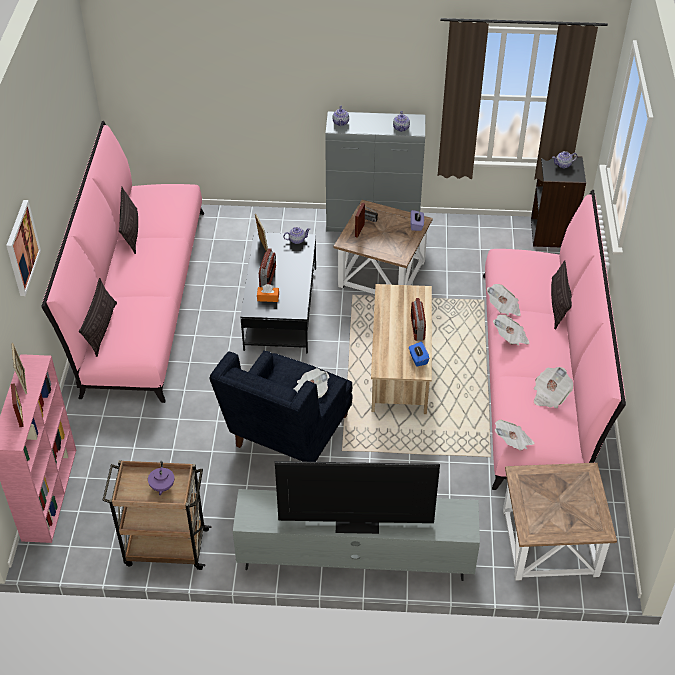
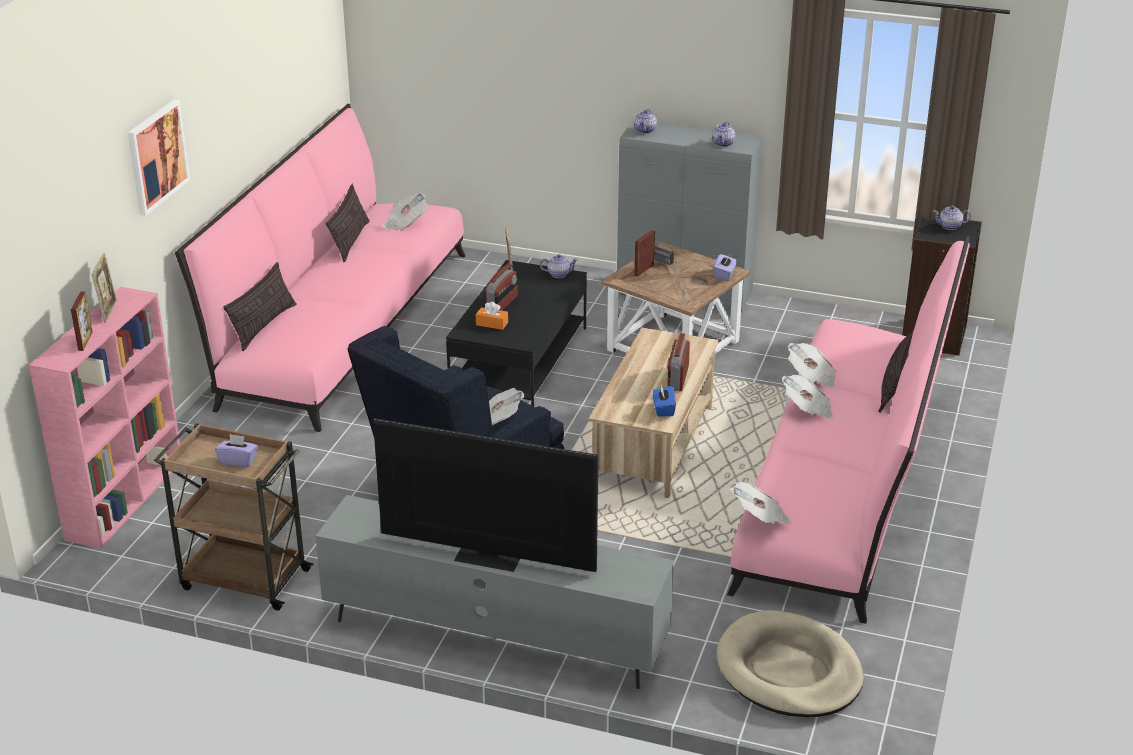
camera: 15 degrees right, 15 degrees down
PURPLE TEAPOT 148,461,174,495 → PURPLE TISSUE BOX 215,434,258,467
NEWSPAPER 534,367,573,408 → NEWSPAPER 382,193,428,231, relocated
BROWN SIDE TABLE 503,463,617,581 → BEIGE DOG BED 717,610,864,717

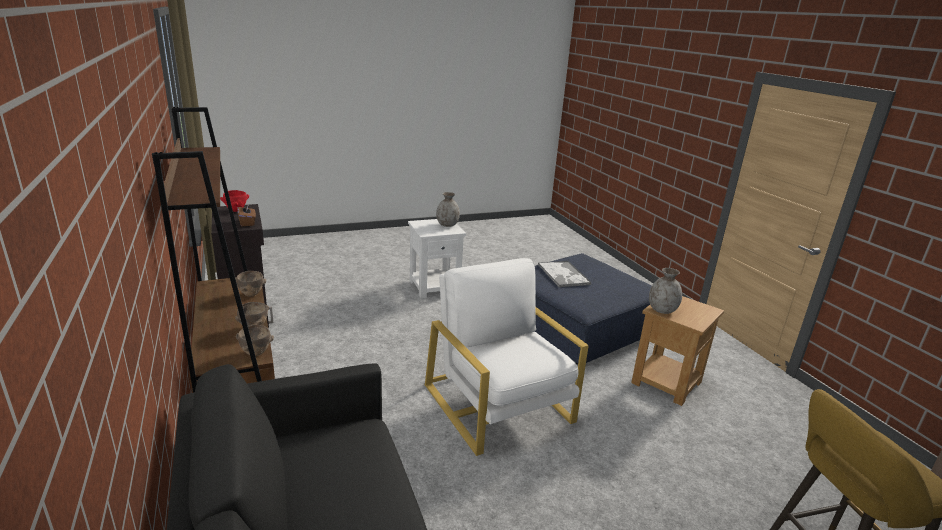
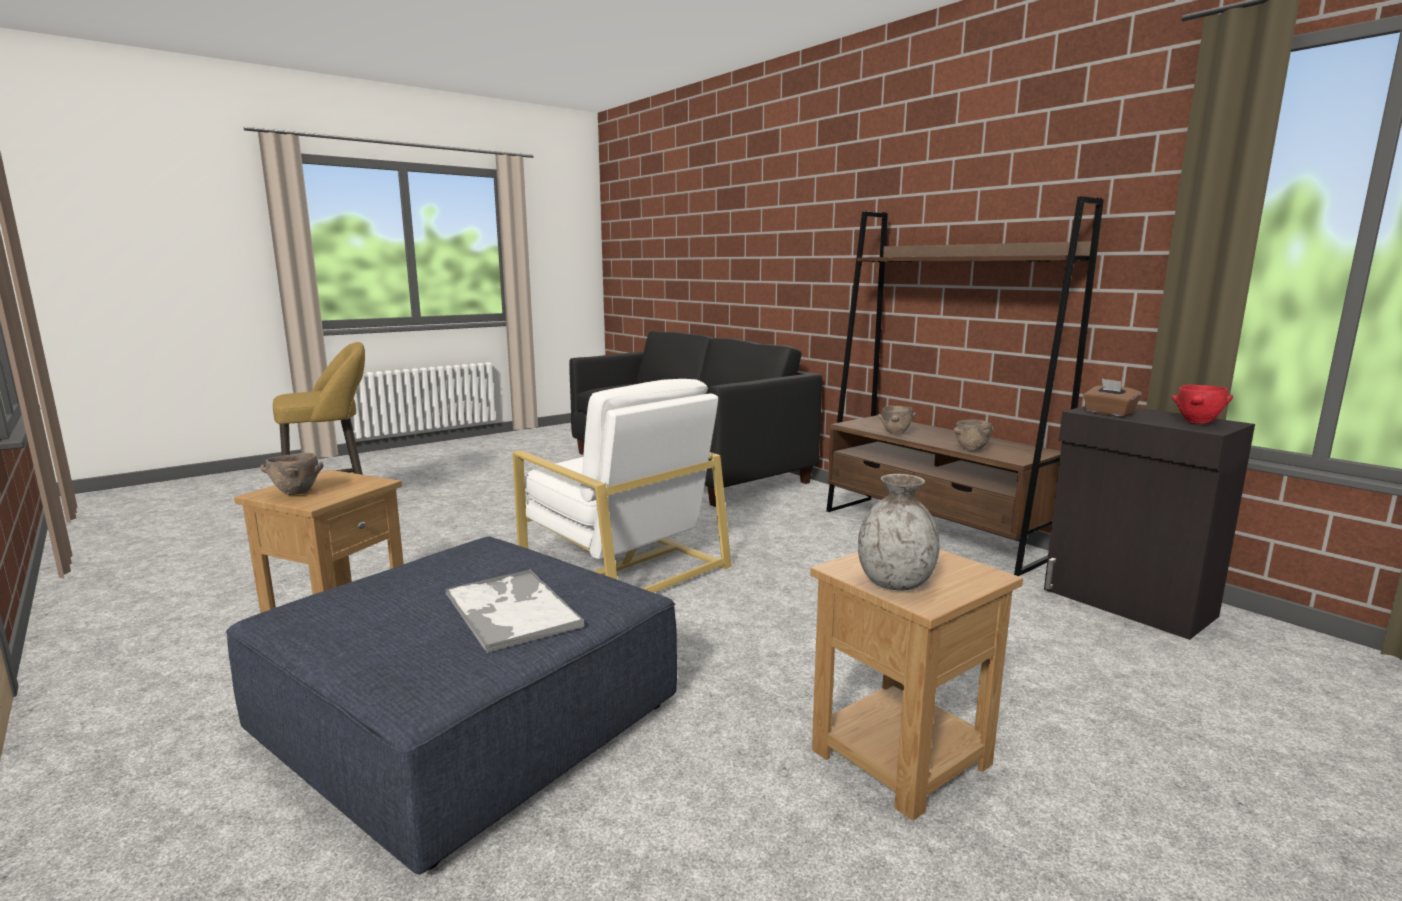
camera: 165 degrees right, 10 degrees down
BROWN BOWL 236,325,274,356 → BROWN BOWL 260,453,323,495, relocated
WHITE SIDE TABLE 408,219,466,298 → BROWN SIDE TABLE 810,549,1023,821
GREY VASE 649,268,682,314 → -

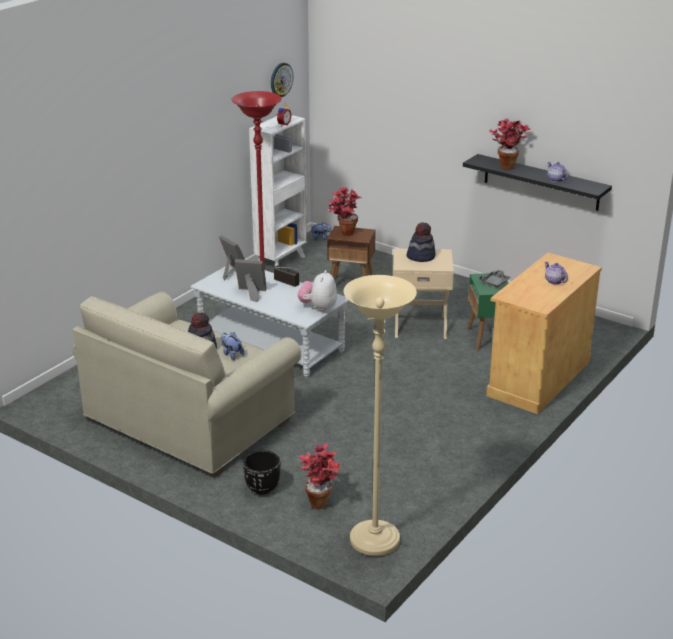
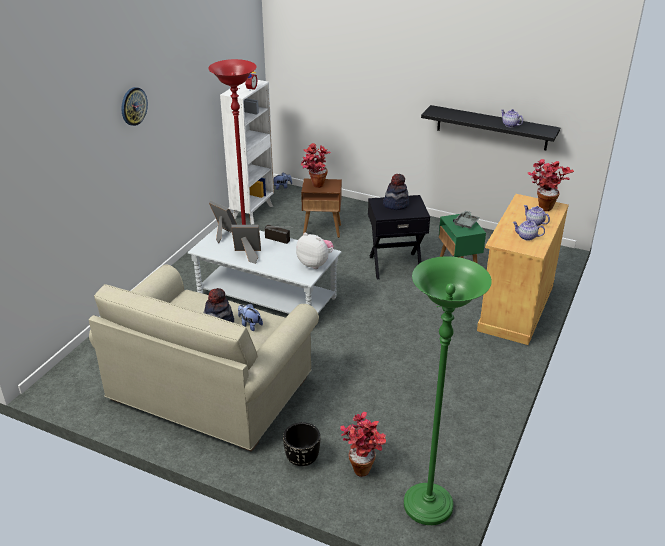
camera: 10 degrees left, 5 degrees up
WALL CLOCK 271,63,293,97 → WALL CLOCK 121,87,148,126, relocated
PLUSH TOY 298,270,337,312 → PLUSH TOY 296,233,334,269, 120 degrees clockwise
BEIGE SIDE TABLE 393,248,454,339 → BLACK SIDE TABLE 368,195,430,279
BEIGE FLOOR LAMP 344,275,417,556 → GREEN FLOOR LAMP 404,256,492,525
- → TEAPOT 513,220,545,241
POTTED PLANT 489,119,531,170 → POTTED PLANT 528,159,574,211, relocated

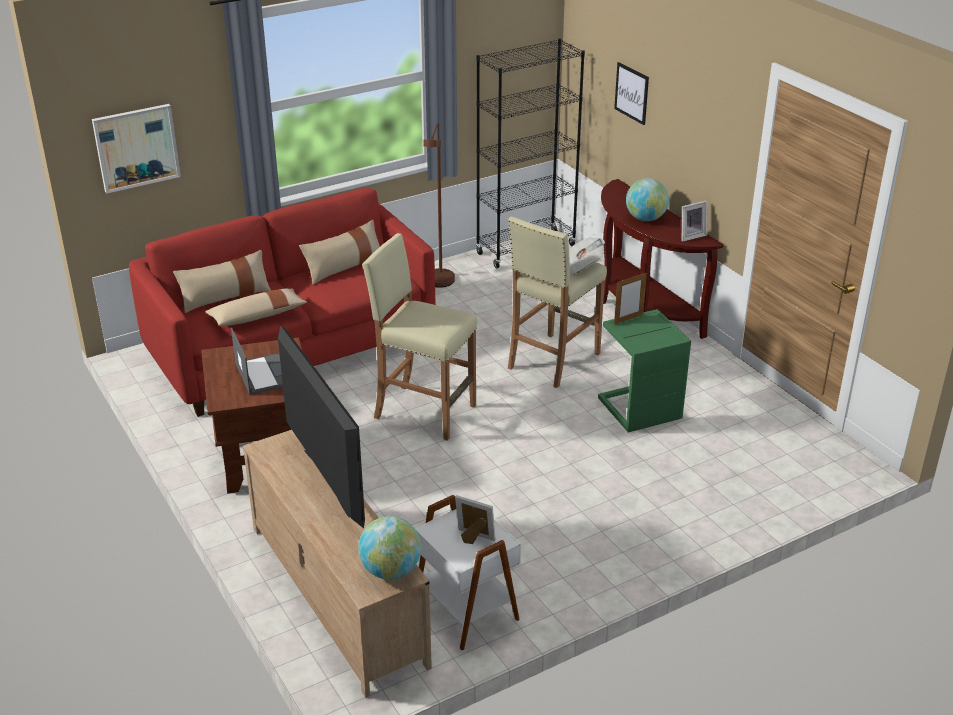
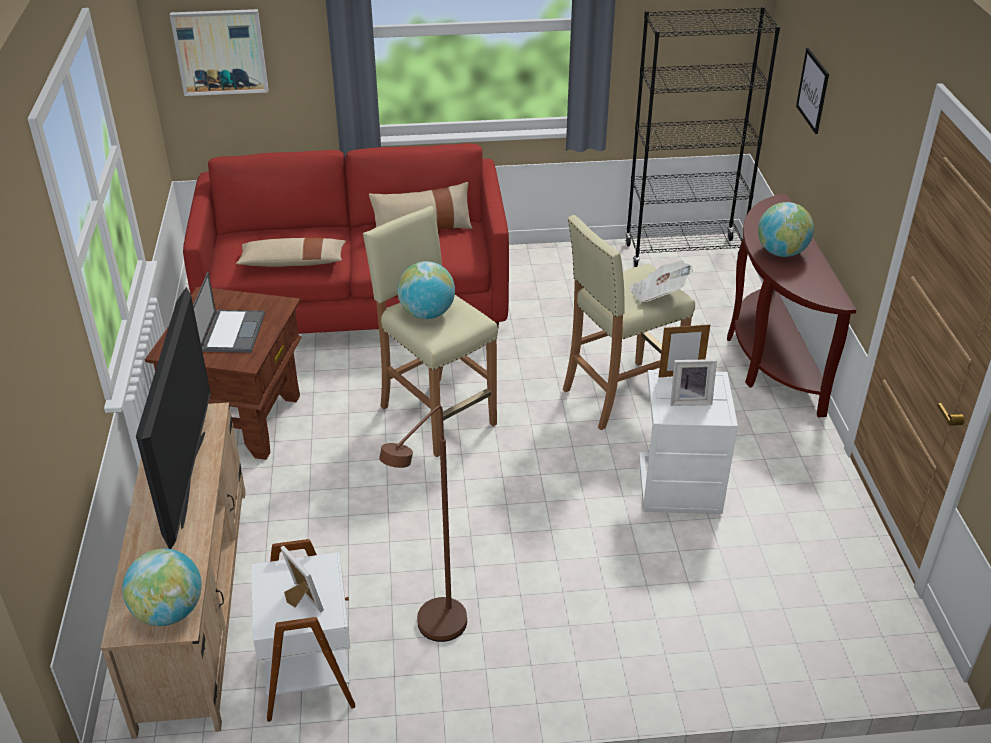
camera: 25 degrees right, 5 degrees up
BROWN FLOOR LAMP 423,123,455,288 → BROWN FLOOR LAMP 379,405,467,642, relocated
- → GLOBE 397,261,455,319
GREEN SIDE TABLE 598,309,691,432 → WHITE SIDE TABLE 639,370,738,514
PICTURE FRAME 682,200,708,242 → PICTURE FRAME 671,359,717,406, relocated
BEIGE PILLOW 173,250,271,313 → -

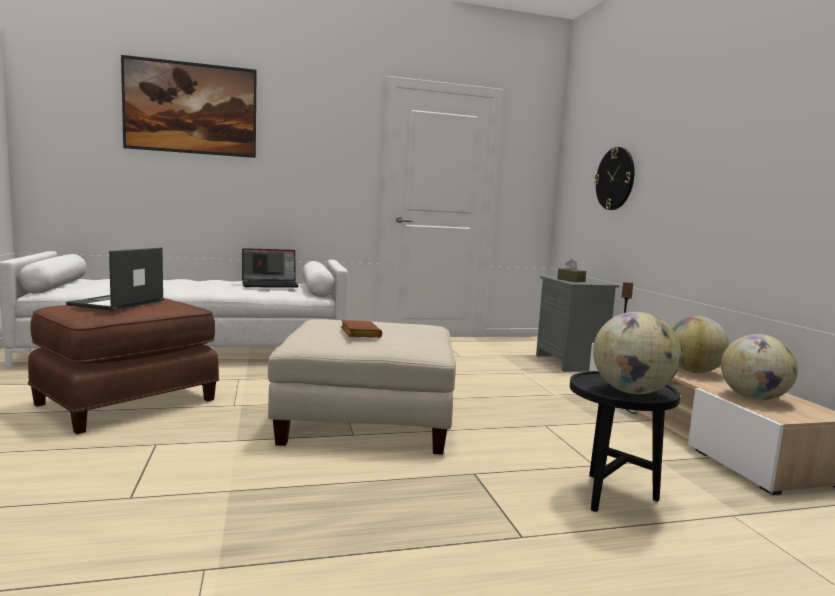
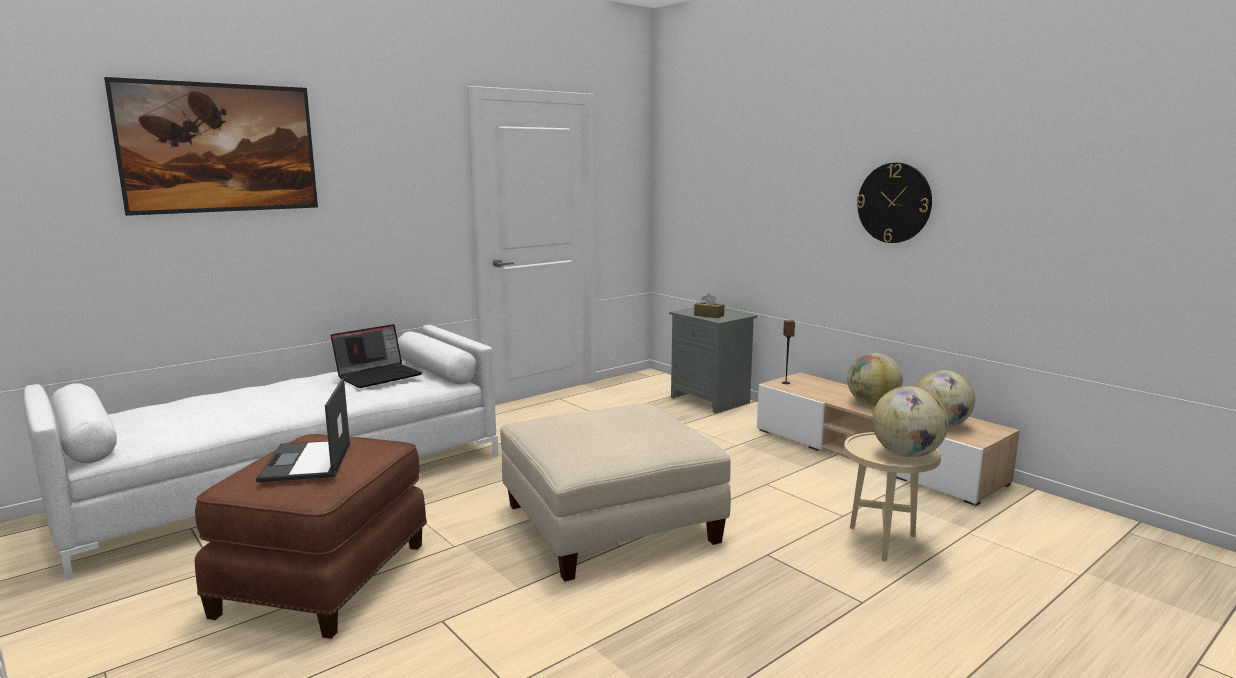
camera: 25 degrees left, 5 degrees up
BLACK SIDE TABLE 570,371,680,512 → BEIGE SIDE TABLE 844,432,941,562
WALL CLOCK 594,147,635,210 → WALL CLOCK 857,163,932,243, relocated
BROWN BOOK 341,320,382,338 → -

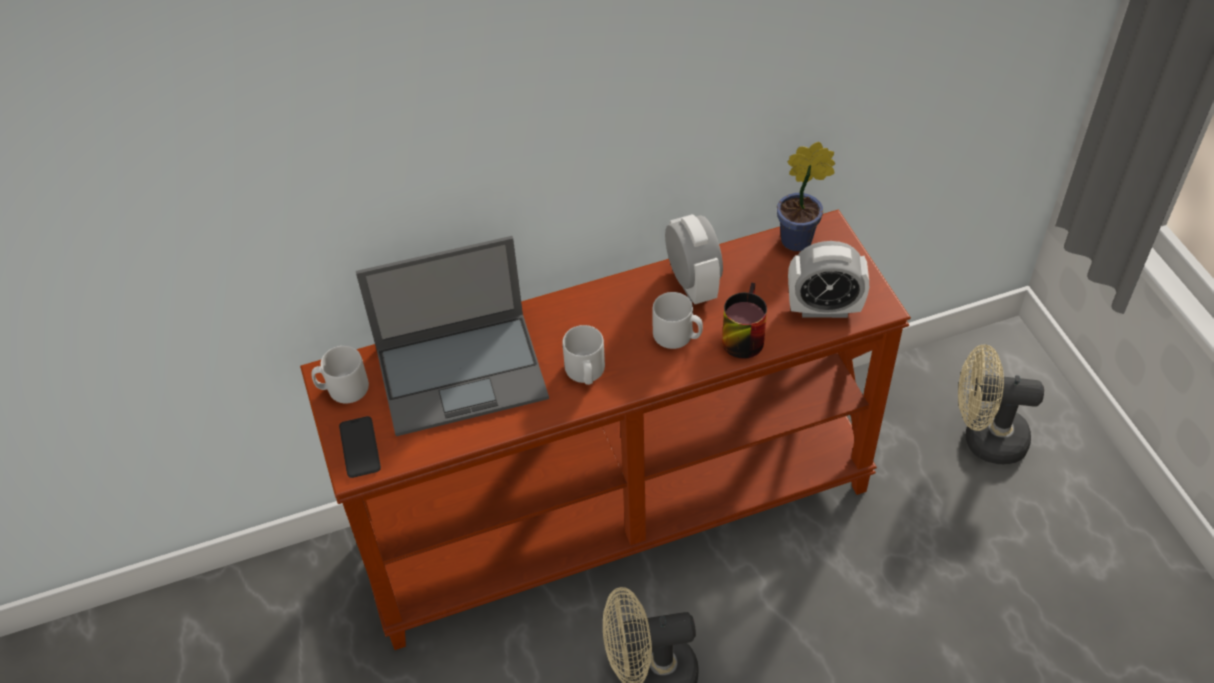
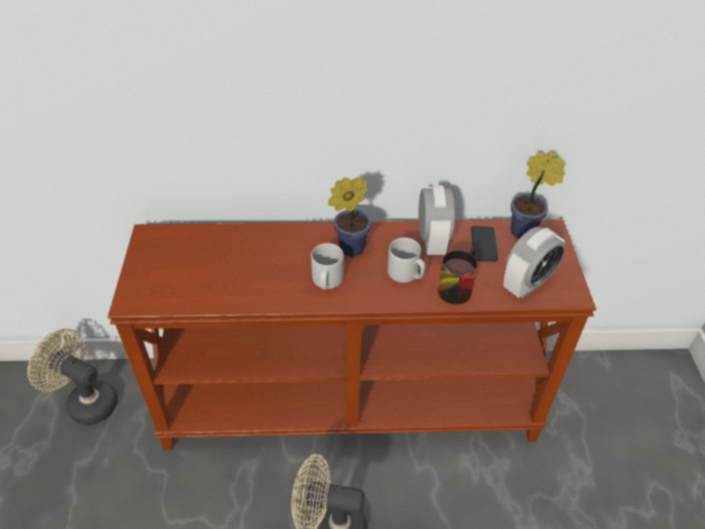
camera: 15 degrees right, 5 degrees down
BEIGE FAN 958,345,1044,464 → BEIGE FAN 27,329,118,425, relocated
- → POTTED PLANT 328,177,371,256
PHONE 339,416,381,478 → PHONE 471,226,498,262, relocated
ALARM CLOCK 788,241,869,318 → ALARM CLOCK 503,227,566,298, 60 degrees counterclockwise
GREY MUG 311,346,369,404 → -
LAPTOP 356,236,549,436 → -

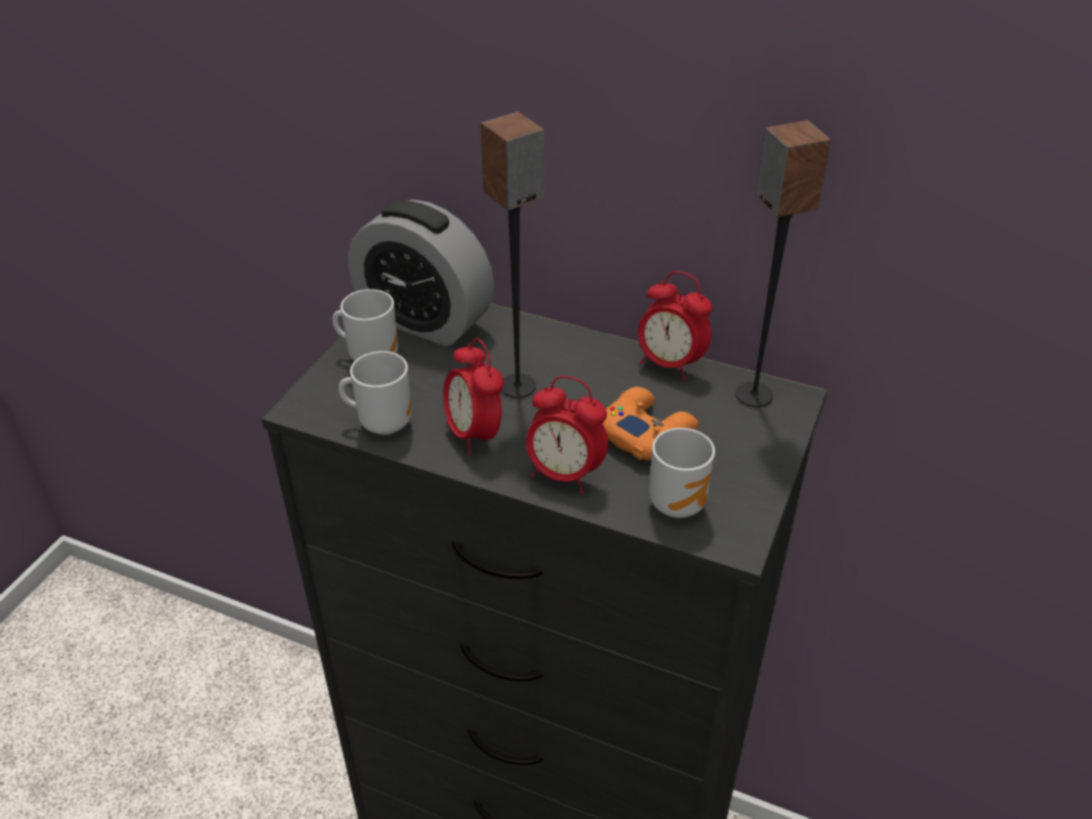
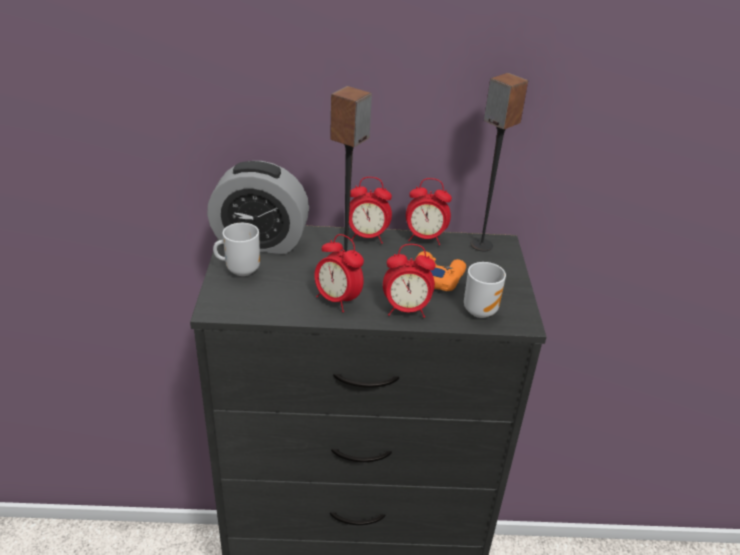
camera: 25 degrees left, 5 degrees down
- → ALARM CLOCK 349,177,392,244
MUG 338,351,412,435 → -

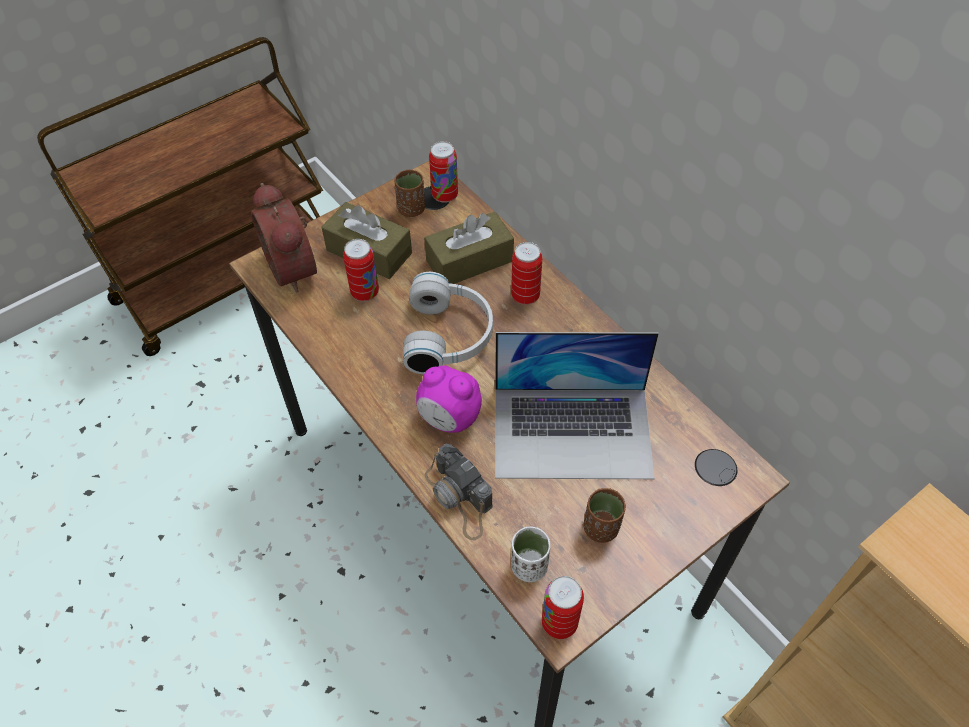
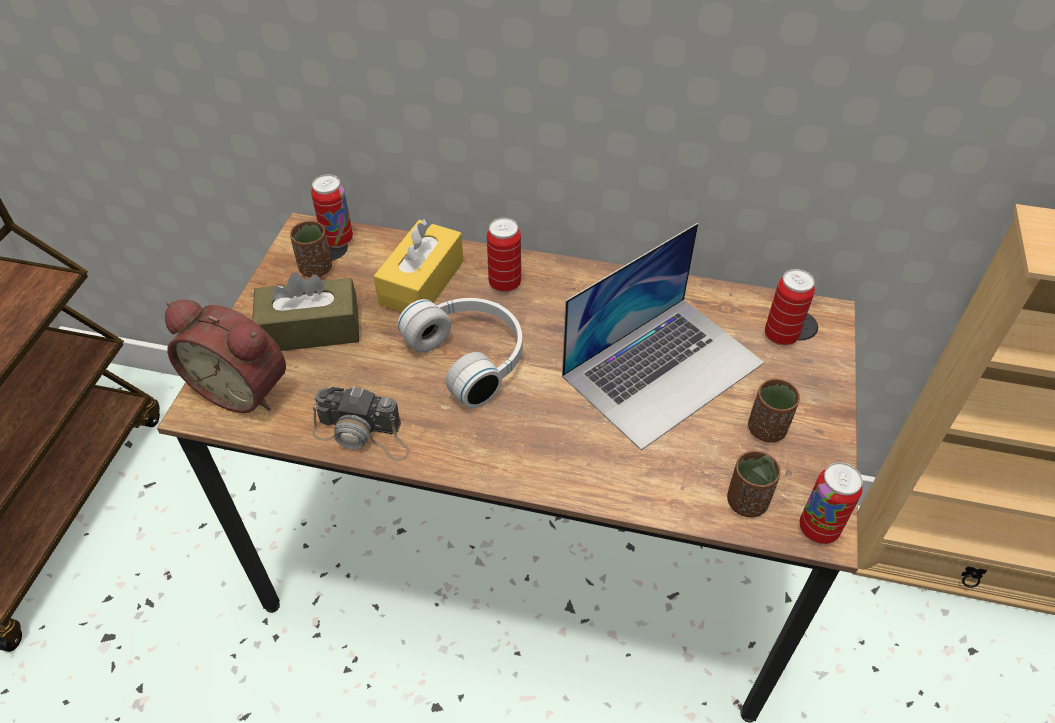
camera: 40 degrees left, 5 degrees down
PHOTO CAMERA 425,444,493,540 → PHOTO CAMERA 312,387,410,461, relocated
BROWN TISSUE BOX 424,212,514,284 → YELLOW TISSUE BOX 374,218,463,313
WHITE CUP 511,527,551,582 → BROWN CUP 727,451,781,517
CAN 343,239,379,301 → CAN 765,269,815,346, relocated
ALARM CLOCK 416,366,482,433 → -

